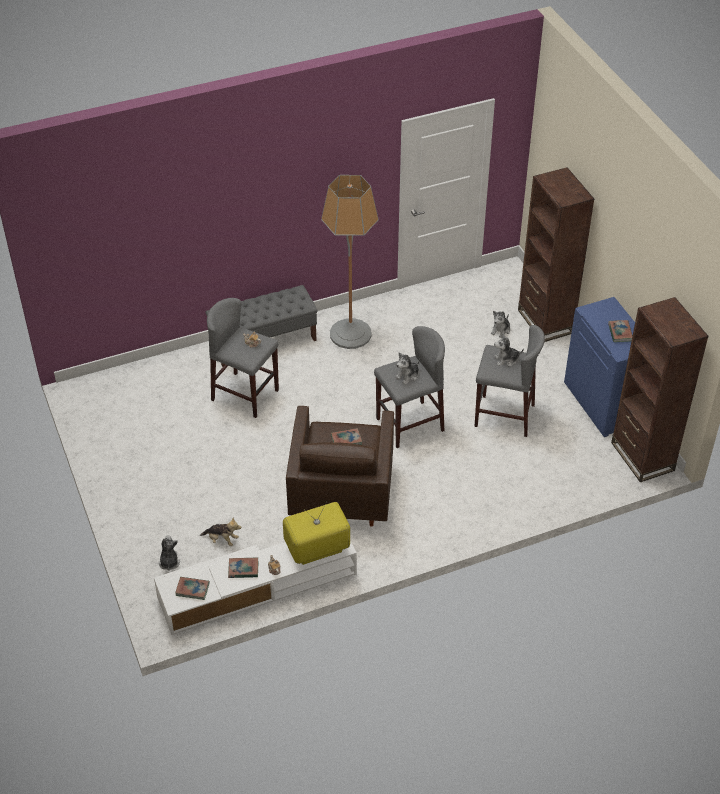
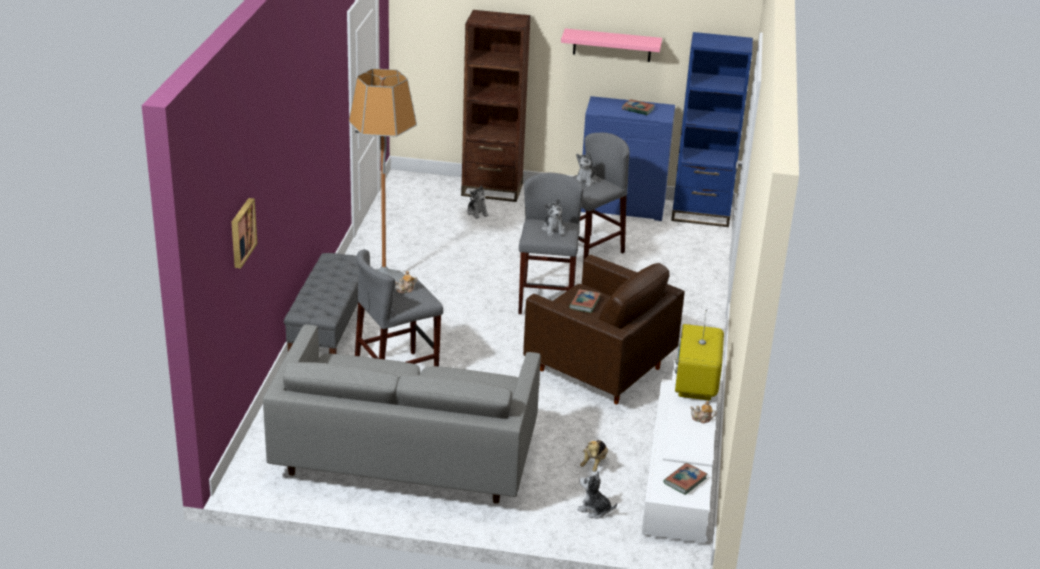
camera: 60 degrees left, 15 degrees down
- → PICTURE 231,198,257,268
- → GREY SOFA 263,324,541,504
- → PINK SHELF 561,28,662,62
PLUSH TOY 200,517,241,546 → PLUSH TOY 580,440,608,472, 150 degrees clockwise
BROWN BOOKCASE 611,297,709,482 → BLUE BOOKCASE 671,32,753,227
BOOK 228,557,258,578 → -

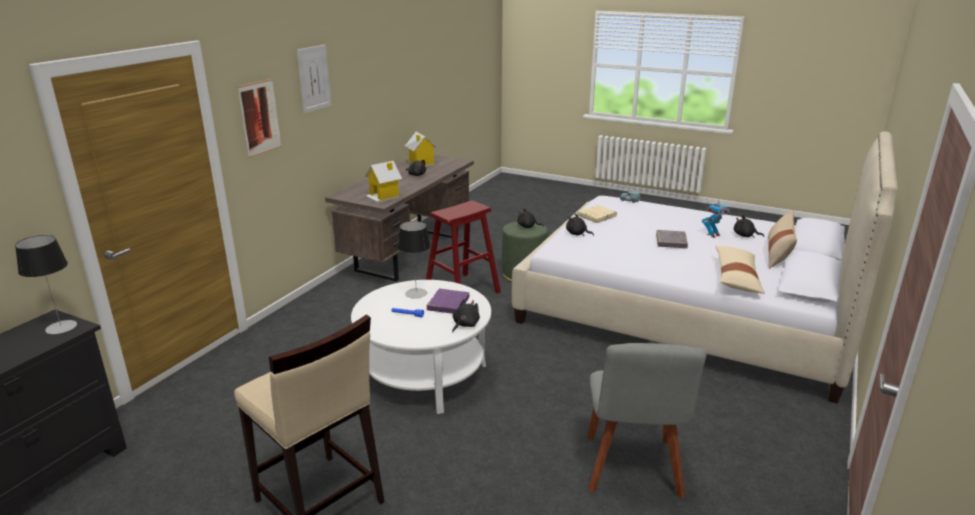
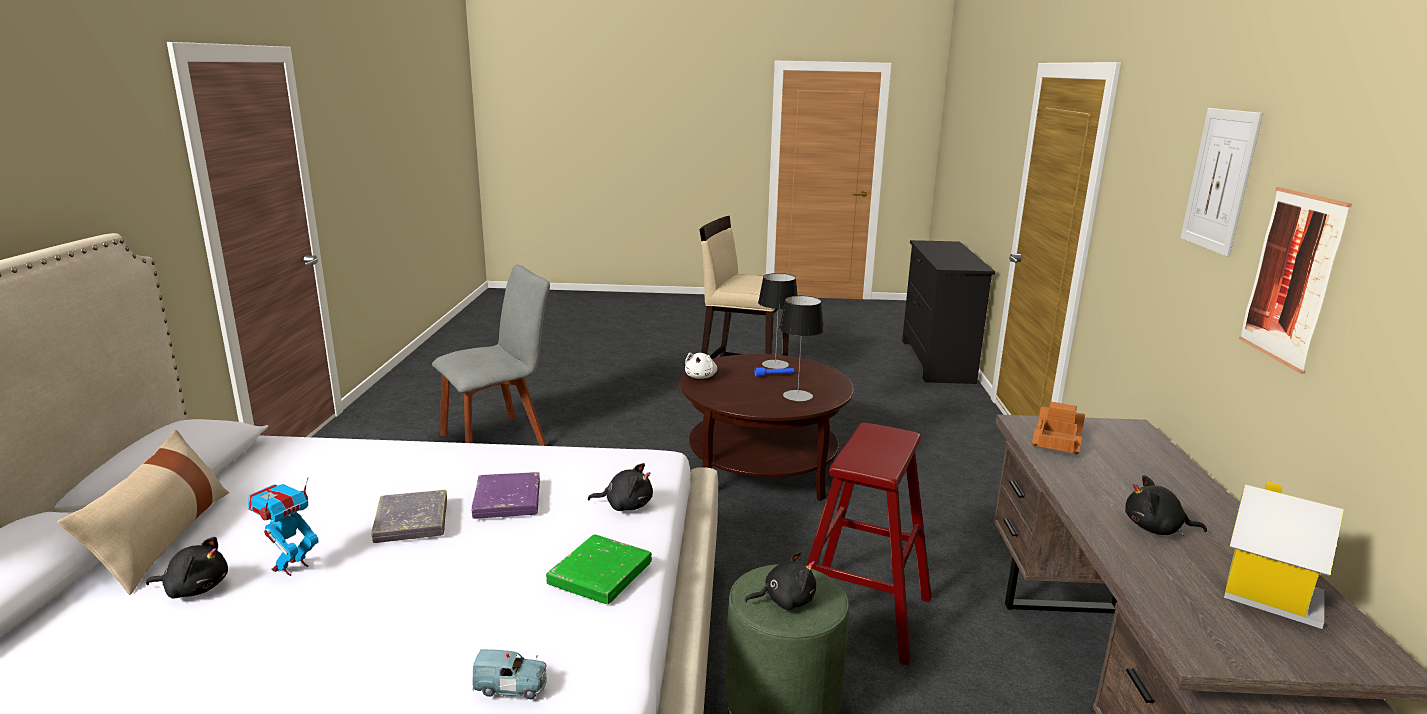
camera: 155 degrees right, 5 degrees down
GREY CHAIR 587,343,707,499 → GREY CHAIR 432,265,550,446, 75 degrees clockwise
PURPLE BOOK 427,289,469,314 → PURPLE BOOK 471,472,540,519, relocated
BEIGE BOOK 578,205,617,223 → GREEN BOOK 546,534,652,604
WHITE COFFEE TABLE 351,280,491,414 → BROWN COFFEE TABLE 680,354,854,501
BLACK PLUSH TOY 452,299,480,332 → WHITE PLUSH TOY 685,353,717,379
TABLE LAMP 15,235,77,334 → TABLE LAMP 758,273,798,369, relocated
TOY HOUSE 365,161,402,203 → TOY TRUCK 1032,402,1085,455
PICTURE 238,79,282,158 → PICTURE 1239,187,1352,374, relocated
BEIGE PILLOW 715,246,765,294 → -

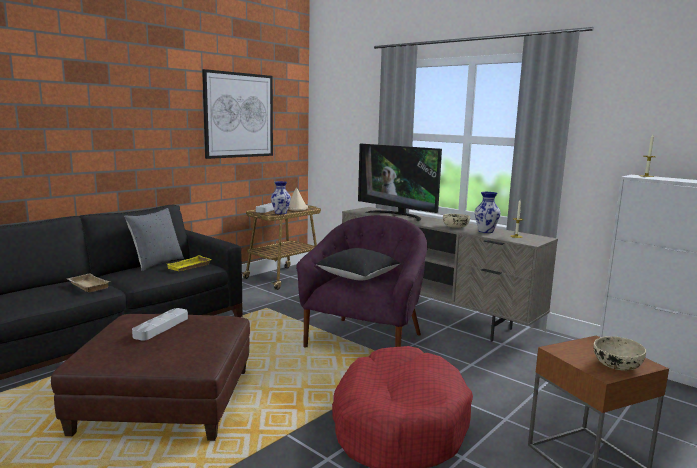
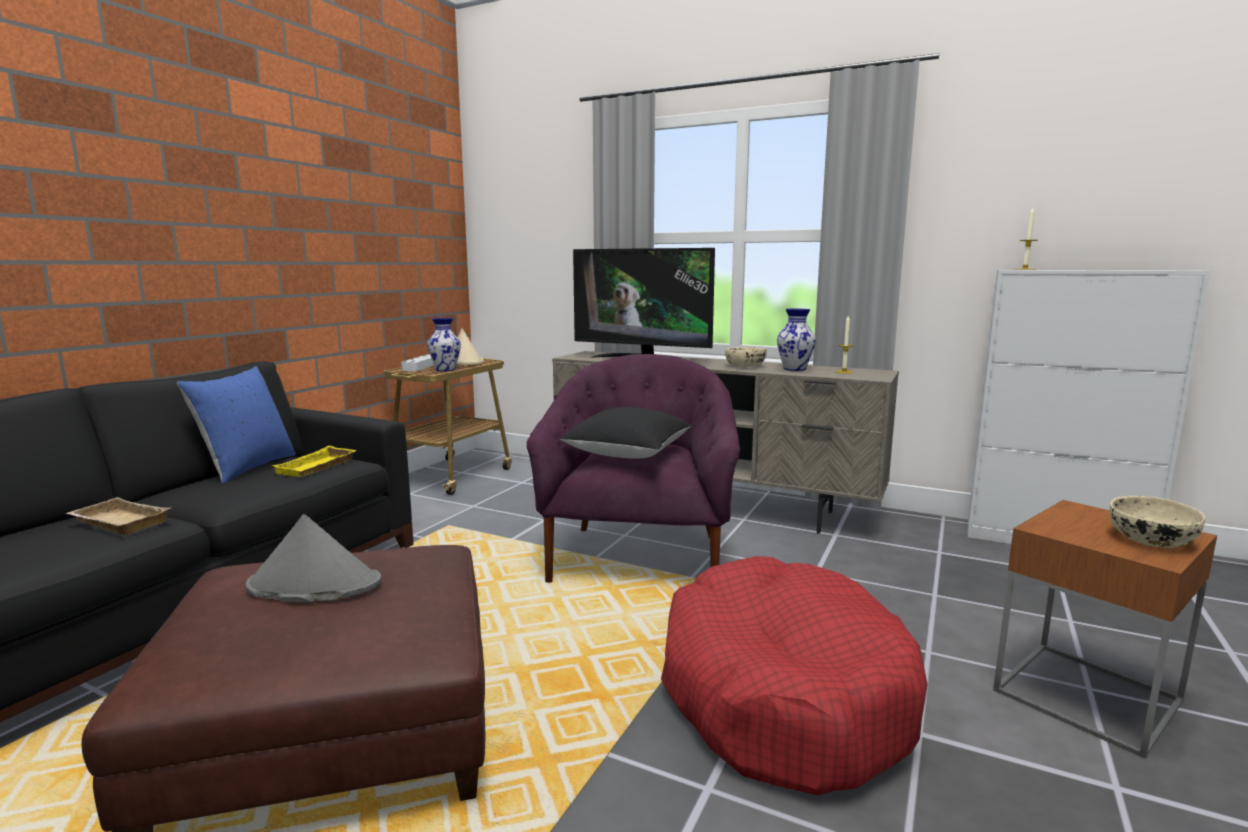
camera: 15 degrees left, 0 degrees up
GREY PILLOW 124,208,184,271 → BLUE PILLOW 177,366,295,483
GREY TRAY 132,308,188,341 → GREY HAT 246,514,382,602
PICTURE 202,69,273,159 → -

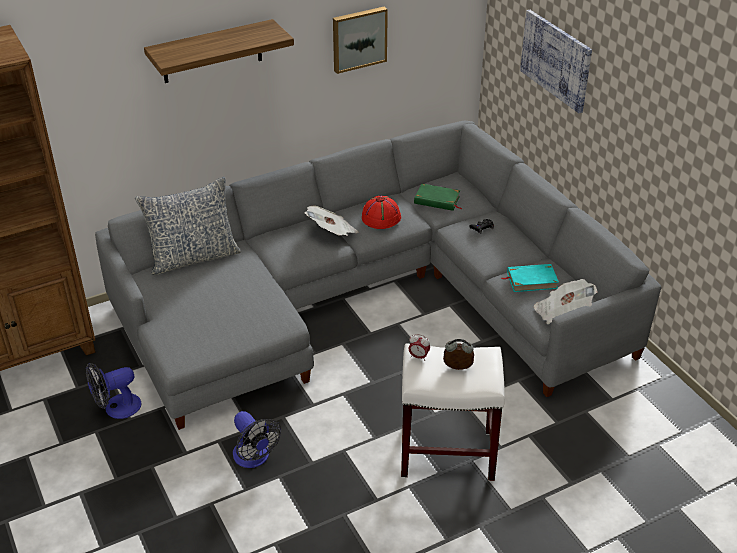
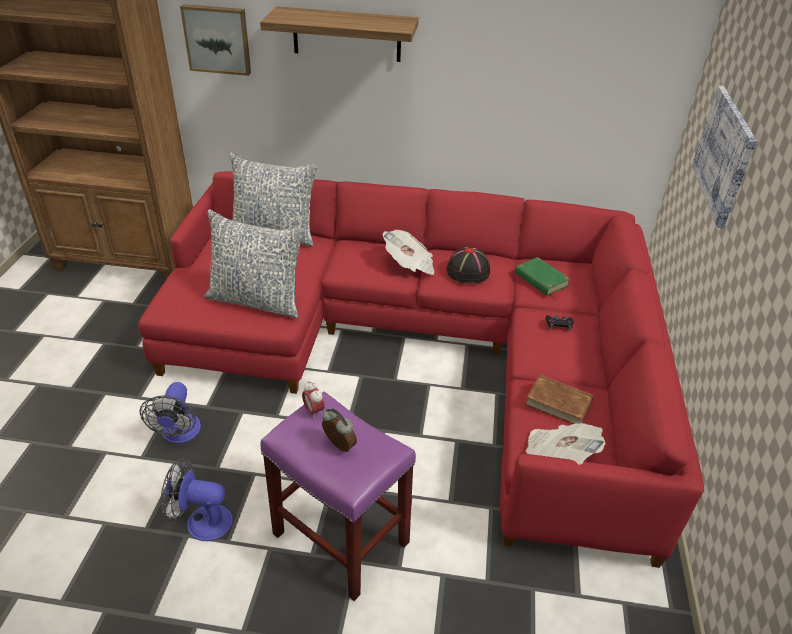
camera: 35 degrees right, 0 degrees up
GREY SOFA 95,121,662,430 → RED SOFA 138,171,704,568
FAN 86,363,141,419 → FAN 161,458,233,541, relocated
PICTURE 333,7,388,74 → PICTURE 180,4,251,76, relocated
- → PILLOW 204,210,305,318
WHITE STOOL 401,343,505,481 → PURPLE STOOL 260,392,416,601
RED HAT 362,196,401,229 → BLACK HAT 446,247,490,283
TURQUOISE BOOK 501,264,559,292 → BROWN BOOK 525,375,594,424

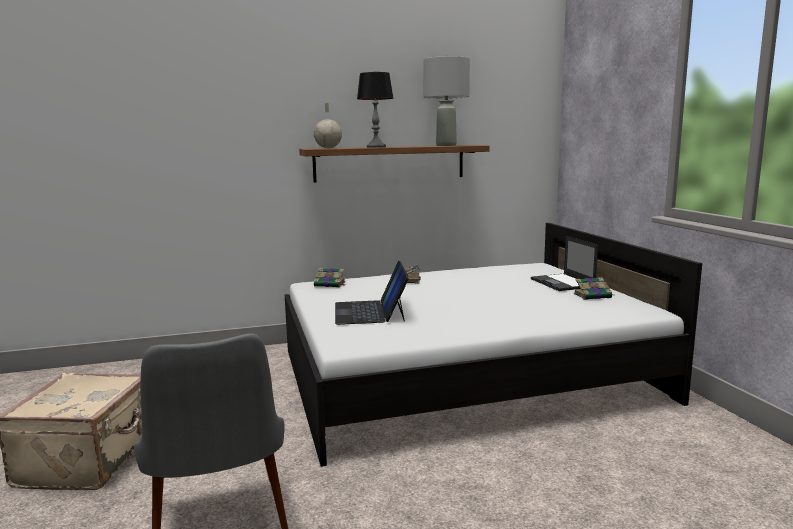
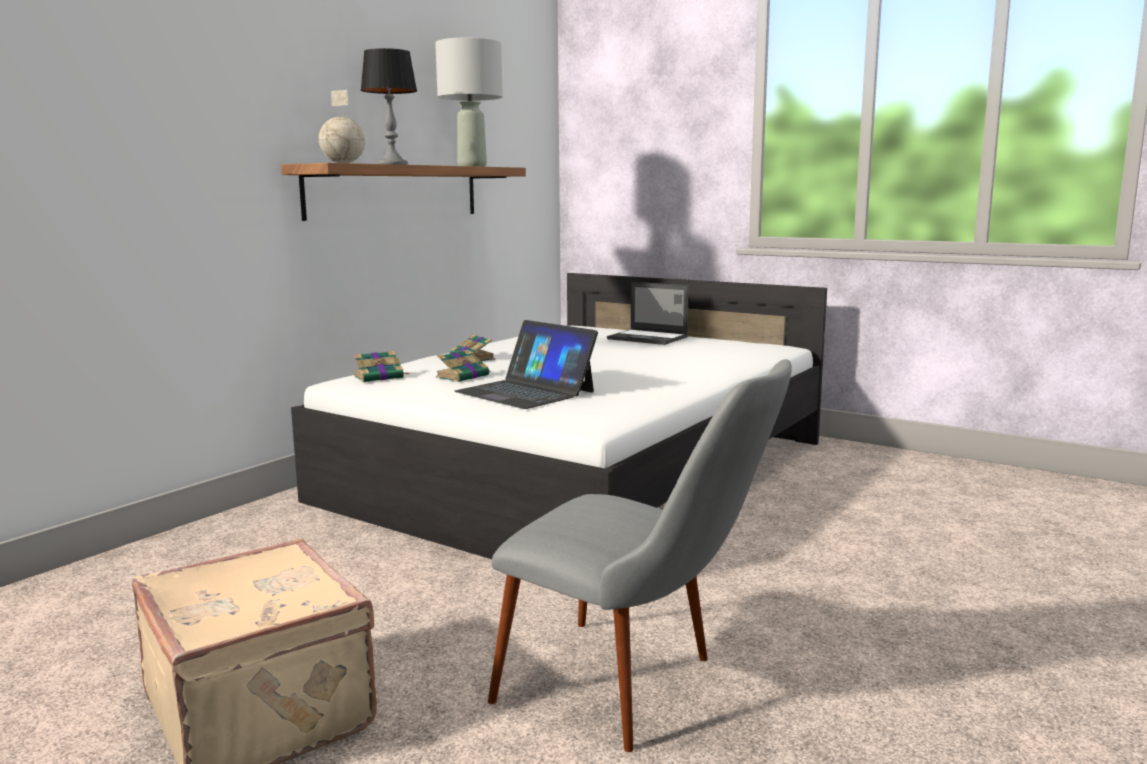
camera: 40 degrees left, 0 degrees up
BOOK 574,277,613,300 → BOOK 436,350,489,382, relocated

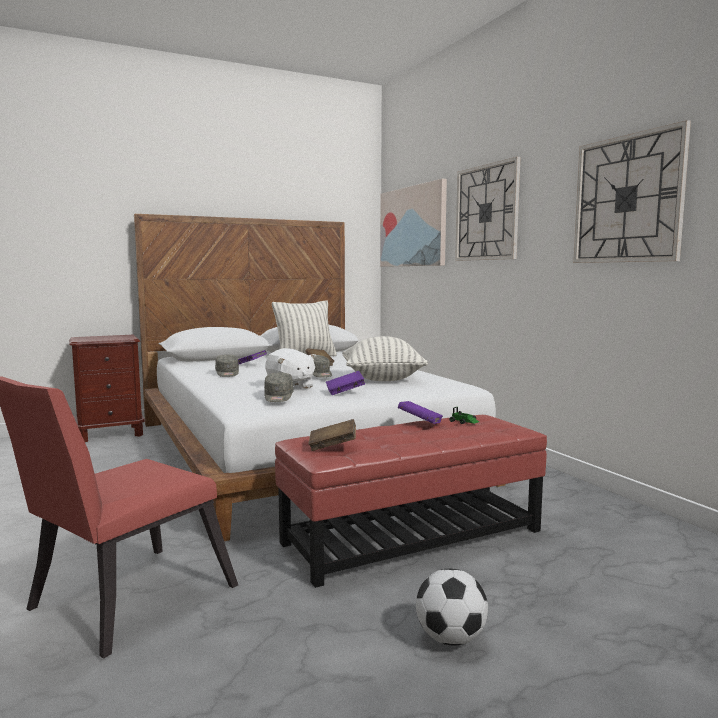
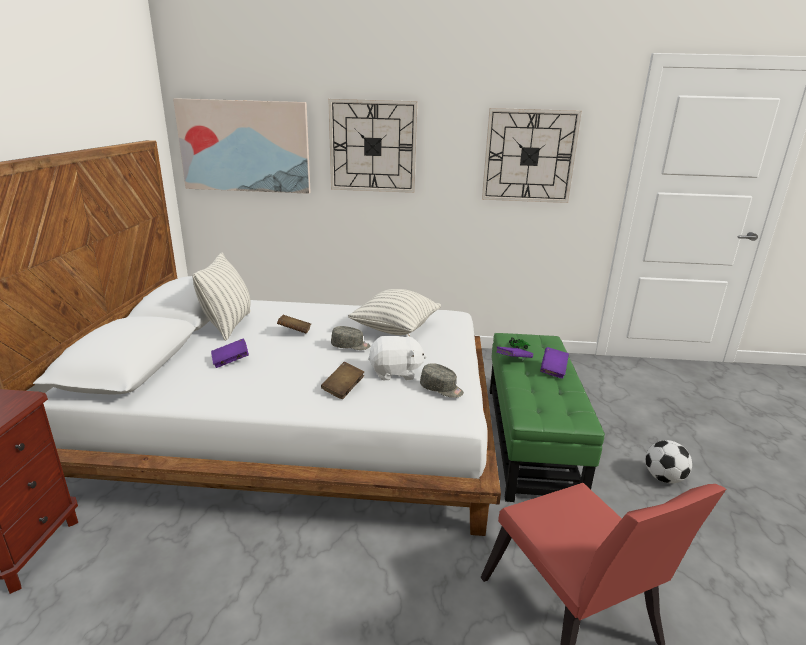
camera: 60 degrees left, 15 degrees up
BROWN BOOK 309,419,356,451 → BROWN BOOK 321,362,364,399, relocated
RED OTTOMAN 275,415,547,588 → GREEN OTTOMAN 490,333,605,502
PURPLE BOOK 326,371,366,395 → PURPLE BOOK 540,347,569,378, relocated
GREY CAP 215,354,239,377 → -

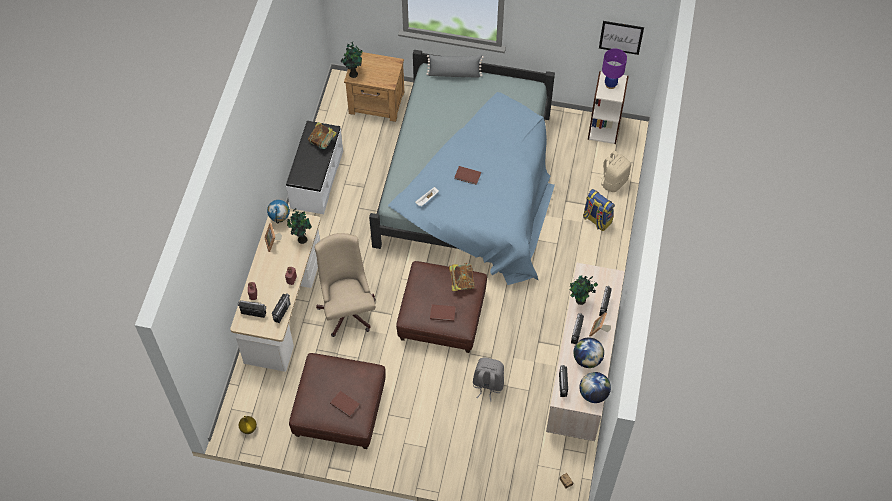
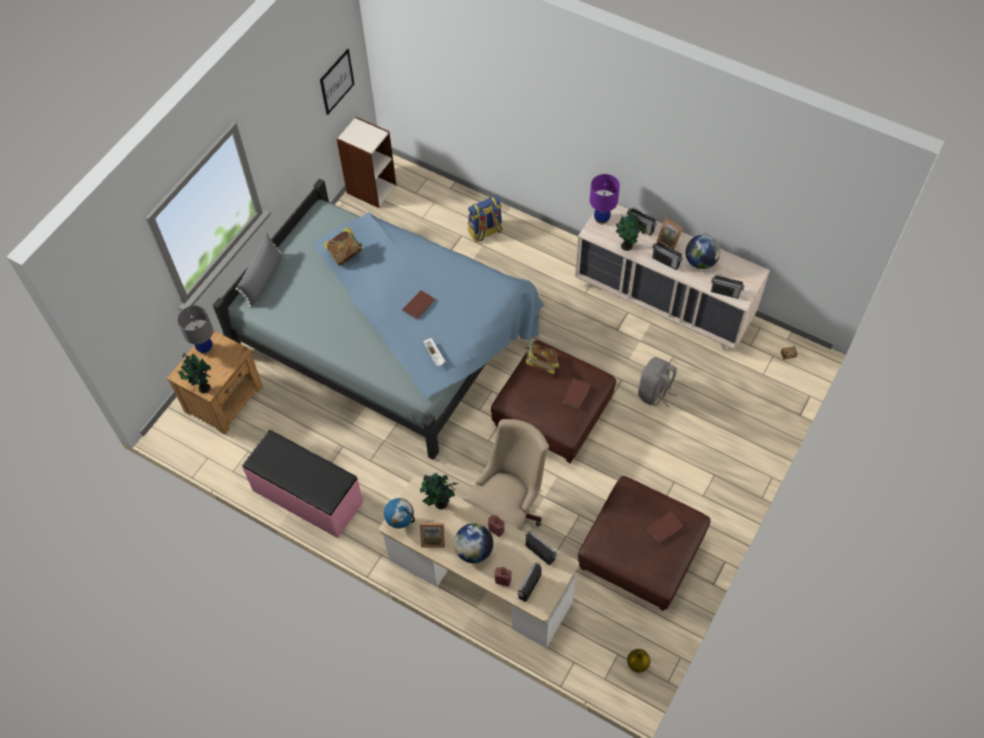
camera: 70 degrees left, 0 degrees up
- → GREY TABLE LAMP 177,306,213,354
WHITE BENCH 286,121,343,214 → PINK BENCH 242,430,363,538
BOOK 308,122,337,149 → BOOK 323,227,363,266, relocated
GLOBE 580,372,611,403 → GLOBE 454,523,493,563, relocated
BEIGE OFFICE CHAIR 315,233,376,337 → BEIGE OFFICE CHAIR 463,419,549,529, 120 degrees clockwise
PURPLE TABLE LAMP 602,48,627,89 → PURPLE TABLE LAMP 590,174,620,225, relocated
BEIGE BACKPACK 597,151,631,192 → -

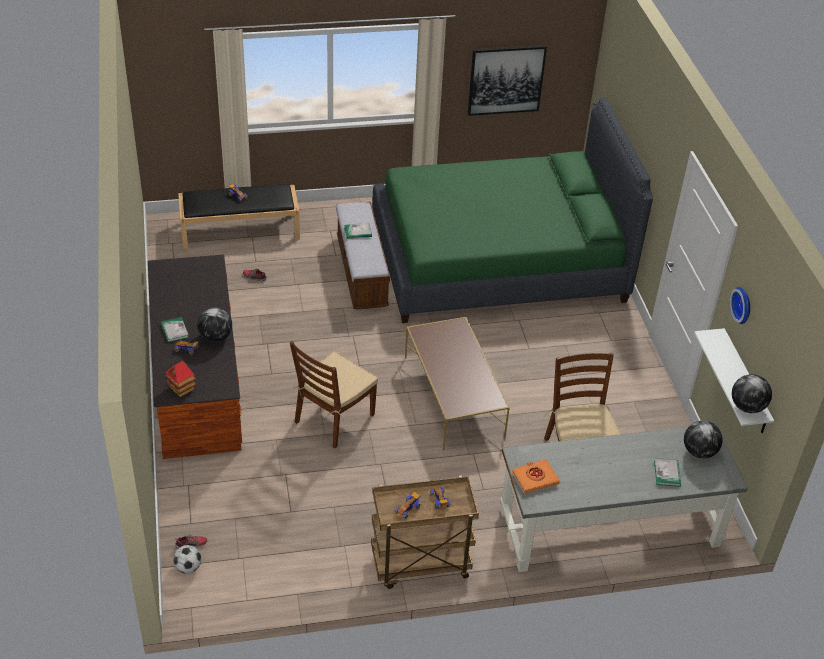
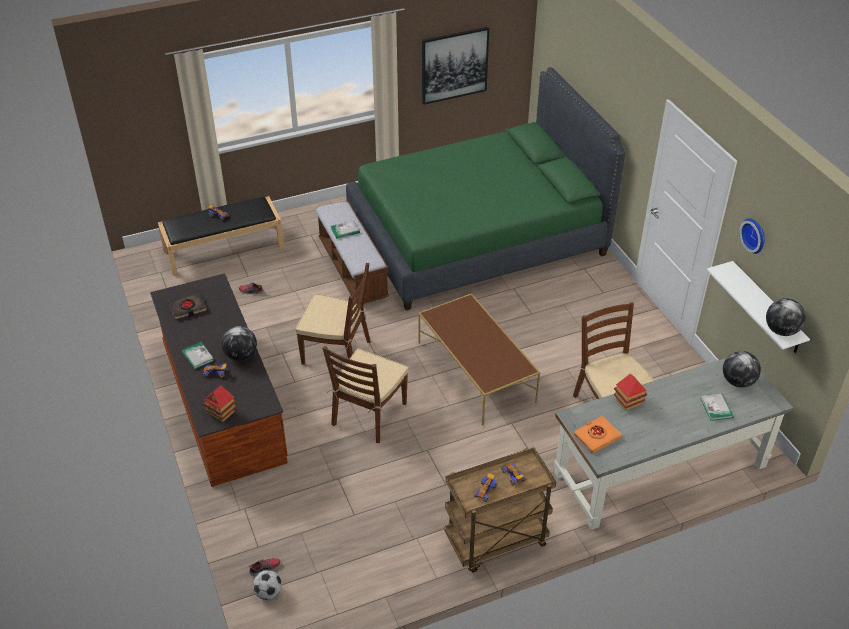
camera: 10 degrees left, 0 degrees up
- → BLACK BOOK 168,292,207,320
- → BROWN CHAIR 295,263,371,365
- → TOY HOUSE 614,374,647,411

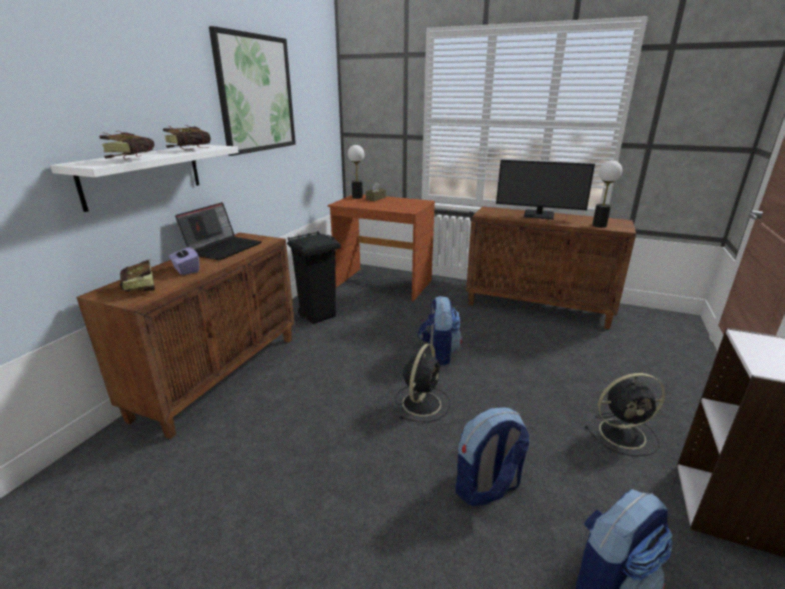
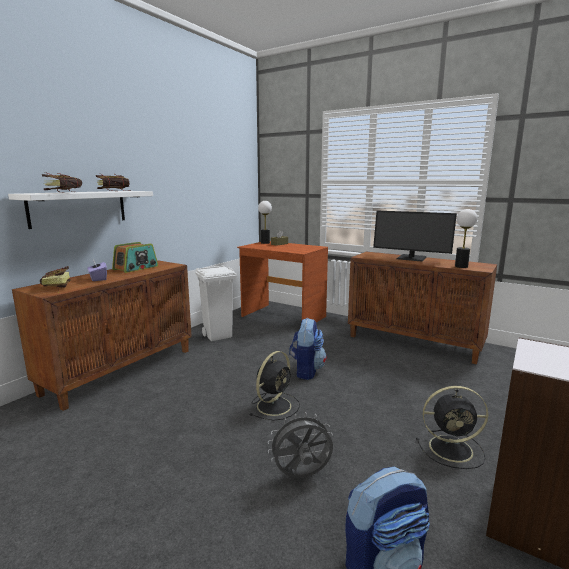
camera: 10 degrees right, 10 degrees down
LAPTOP 175,202,262,260 → RADIO 112,242,158,273
BLACK TRASH CAN 287,231,341,324 → WHITE TRASH CAN 195,265,237,341
BACKPACK 456,407,529,506 → GREY FAN 268,412,333,478
PICTURE 209,26,296,156 → -

